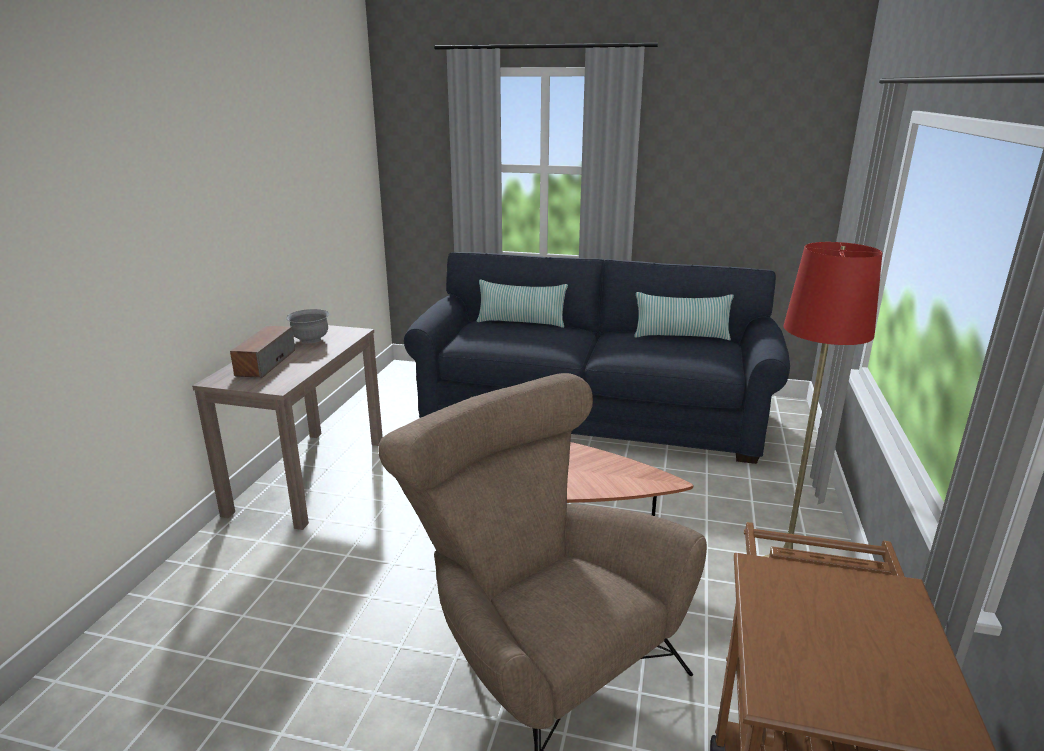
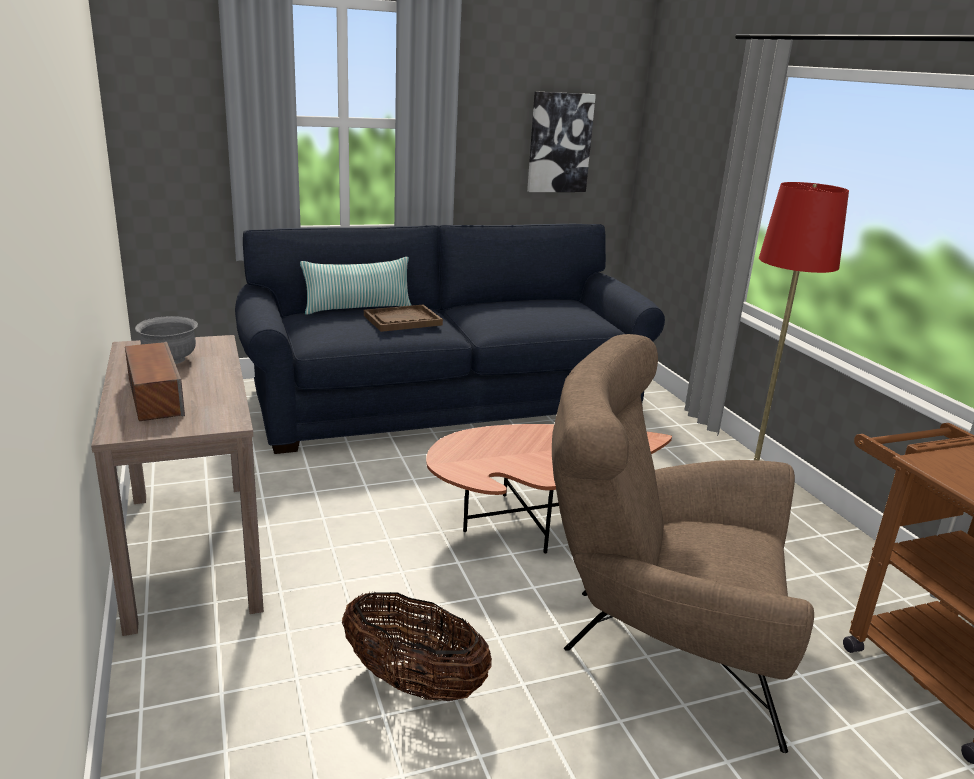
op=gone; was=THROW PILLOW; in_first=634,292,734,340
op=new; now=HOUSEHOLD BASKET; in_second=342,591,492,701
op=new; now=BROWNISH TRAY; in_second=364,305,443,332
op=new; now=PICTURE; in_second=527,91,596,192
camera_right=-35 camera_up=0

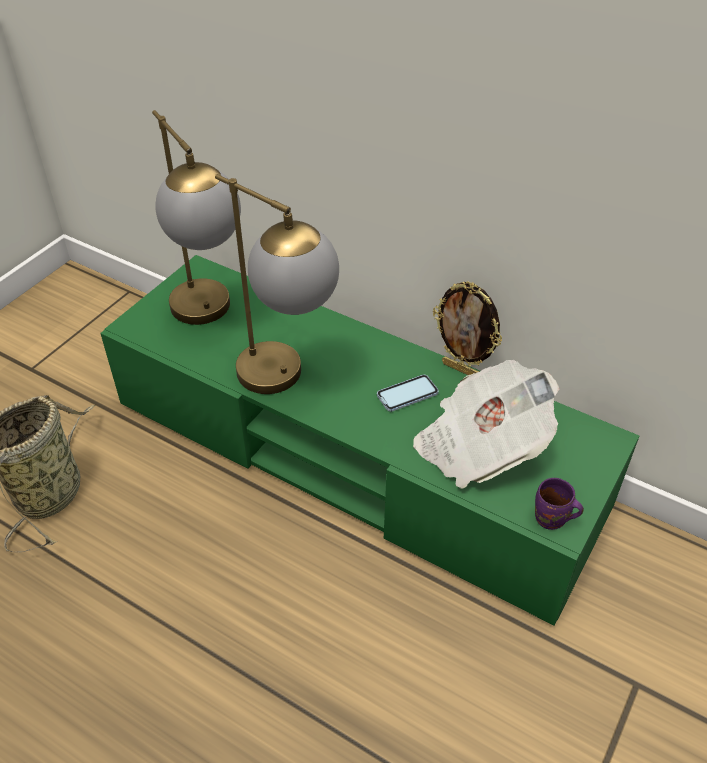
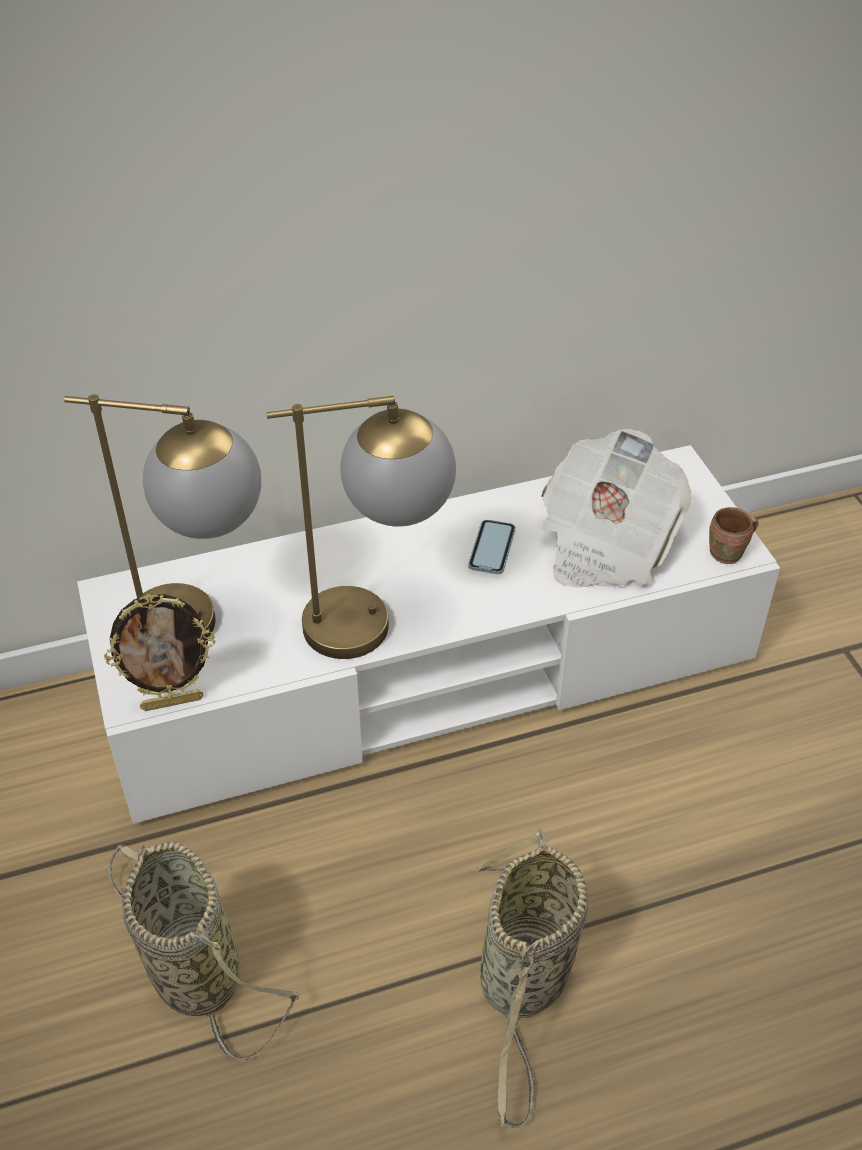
op=repainted; was=GREEN TV UNIT; now=WHITE-COLOURED TV UNIT; in_first=100,255,639,626; in_second=77,445,780,824
op=shifted; was=PHOTO FRAME; in_first=433,282,502,375; in_second=104,594,215,711
op=repainted; was=PURPLISH COFFEE MUG; now=BROWNISH COFFEE MUG; in_first=535,478,584,530; in_second=709,507,758,564
op=new; now=HOUSEHOLD BASKET; in_second=472,828,588,1128
camera_right=-50 camera_up=0

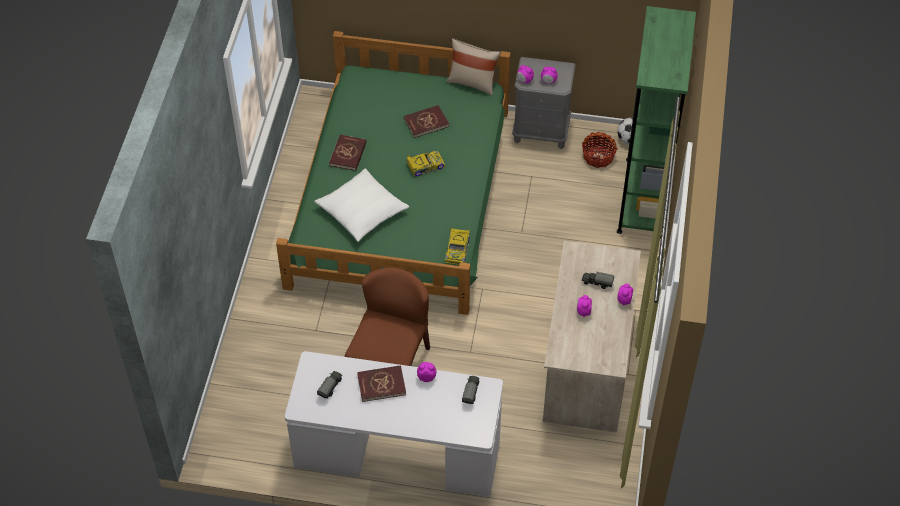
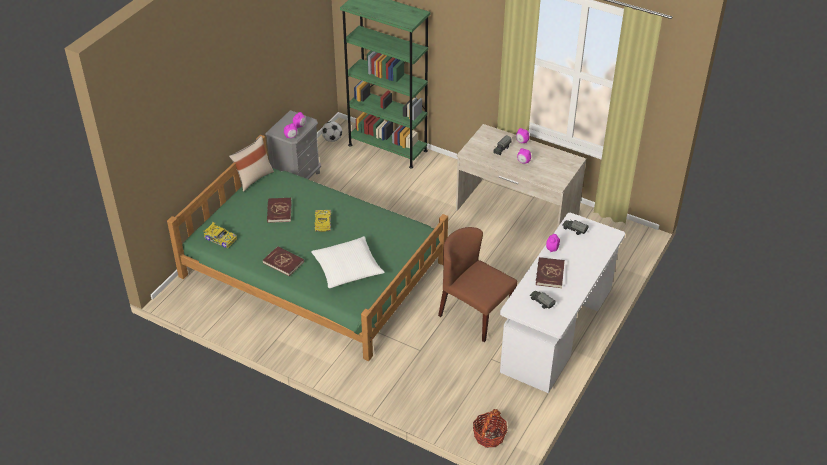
op=shifted; was=TOY CAR; in_first=445,228,470,265; in_second=203,222,237,248
op=shifted; was=HOUSEHOLD BASKET; in_first=582,132,618,168; in_second=473,409,507,448
camera_right=-70 camera_up=-10

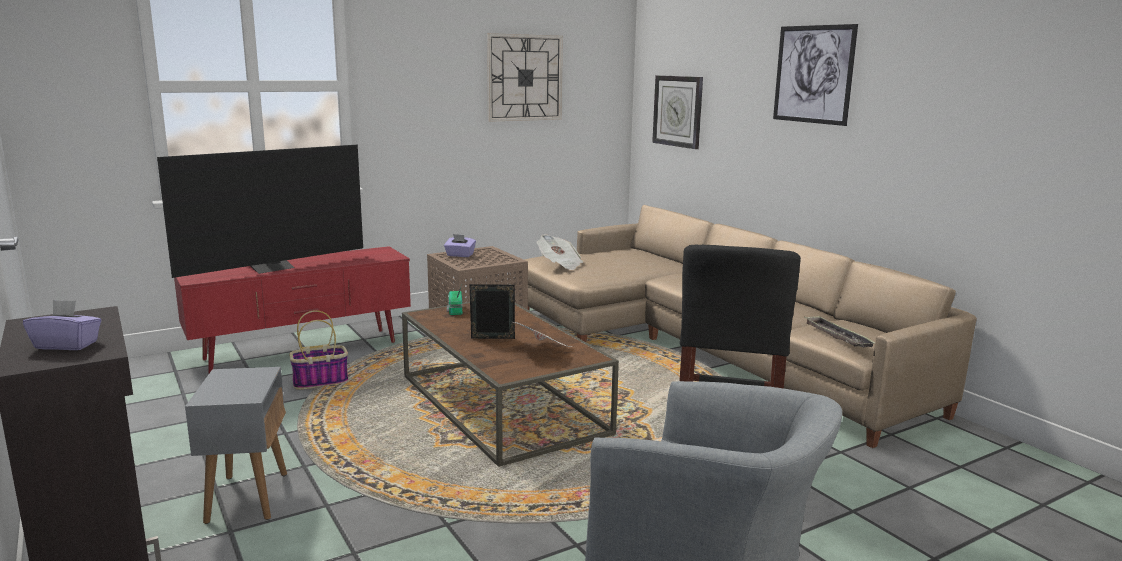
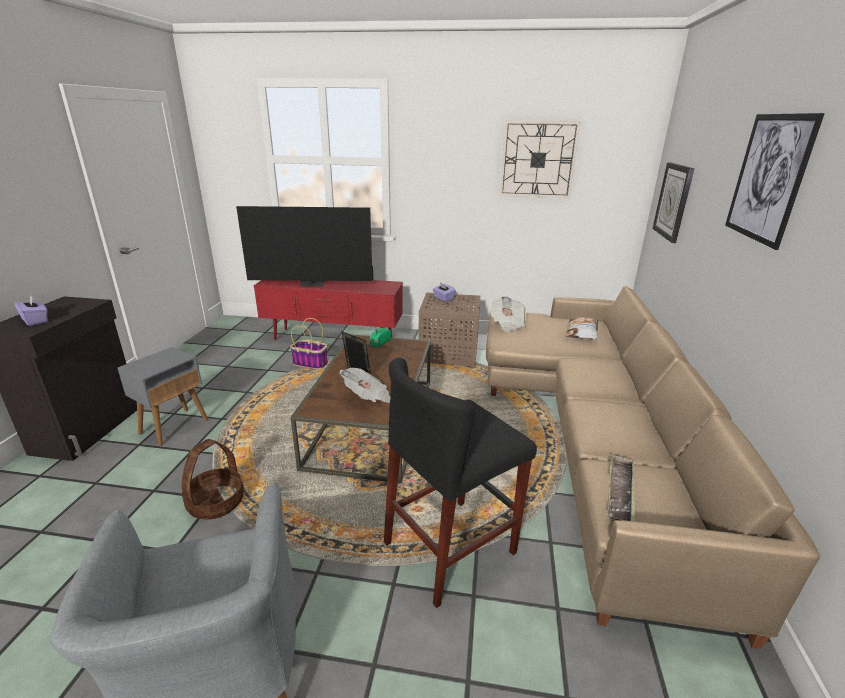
op=new; now=HOUSEHOLD BASKET; in_second=182,439,244,520
op=new; now=THROW PILLOW; in_second=566,317,598,339
camera_right=40 camera_up=10

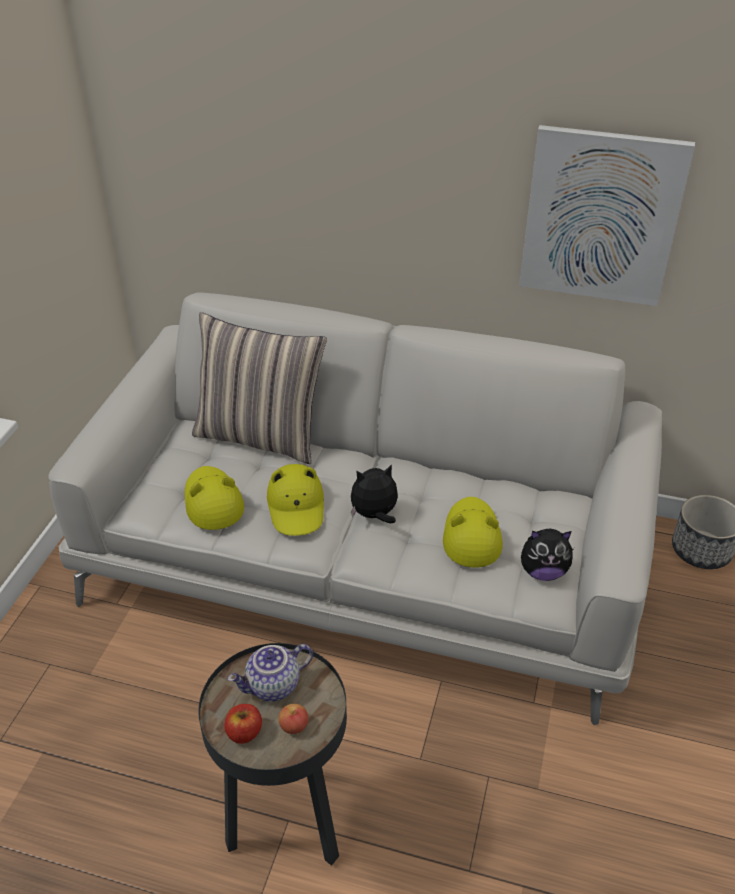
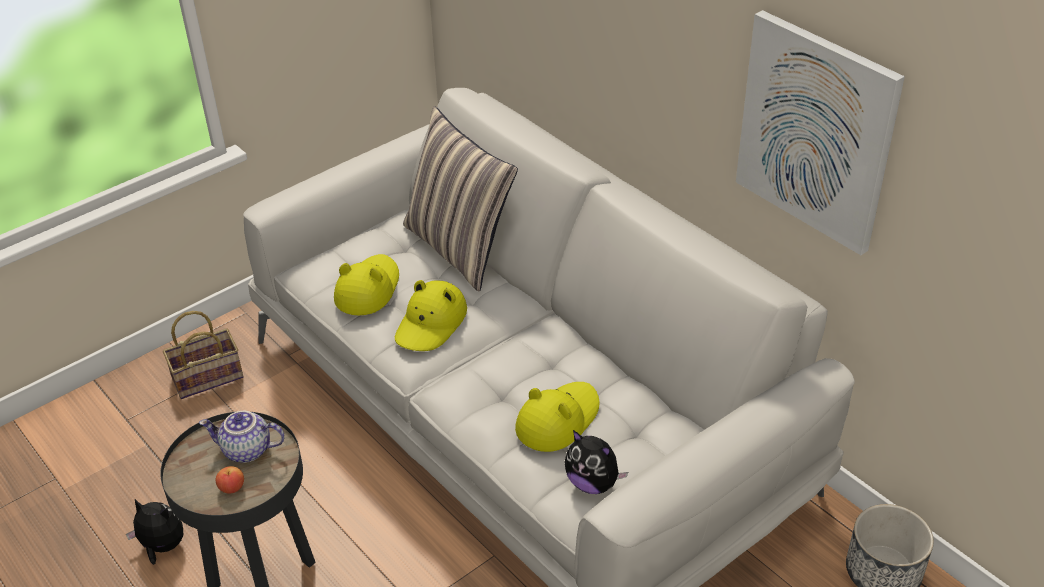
op=gone; was=APPLE FRUIT; in_first=225,704,262,744
op=shifted; was=PLUSH TOY; in_first=351,464,398,523; in_second=126,499,183,565
op=new; now=HOUSEHOLD BASKET; in_second=163,311,243,399
camera_right=35 camera_up=0

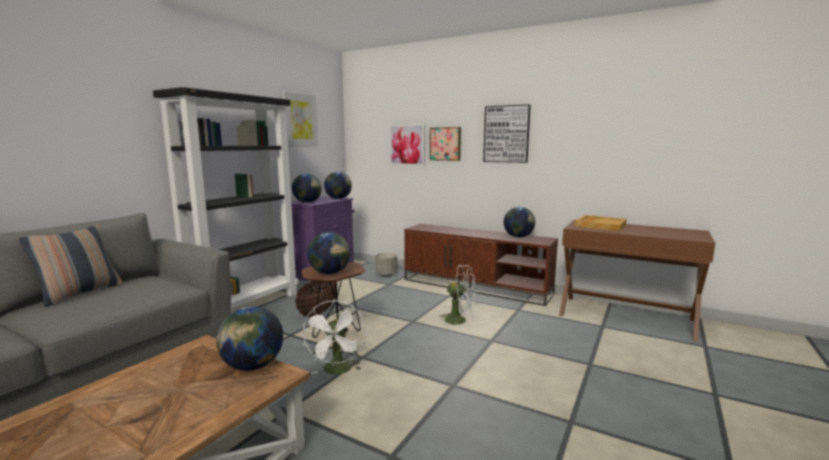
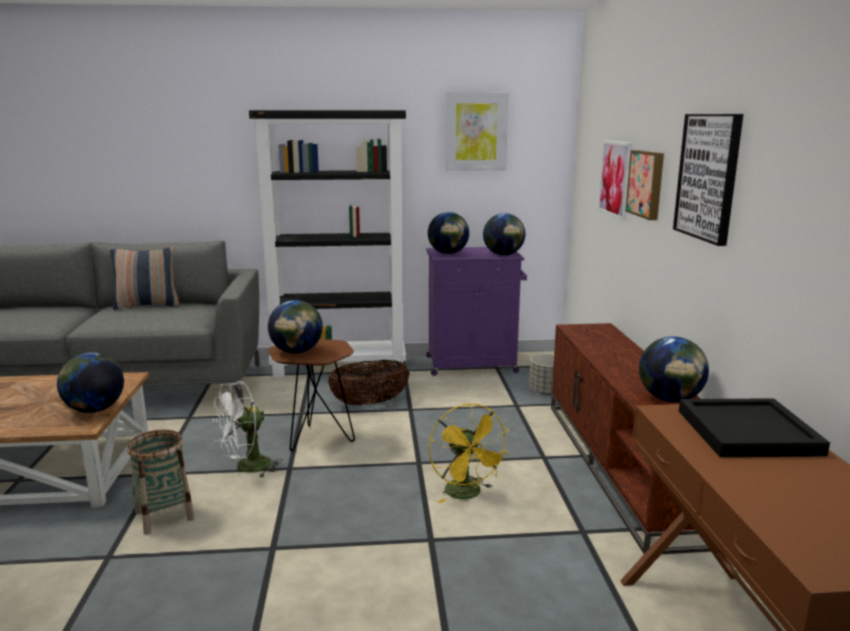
op=repainted; was=WHITE-COLOURED FAN; now=YELLOW FAN; in_first=439,265,477,329; in_second=429,404,510,503
op=repainted; was=BEIGE TRAY; now=BLACK-COLOURED TRAY; in_first=575,215,627,231; in_second=679,398,830,457
op=new; now=HOUSEHOLD BASKET; in_second=127,430,194,534
camera_right=55 camera_up=5

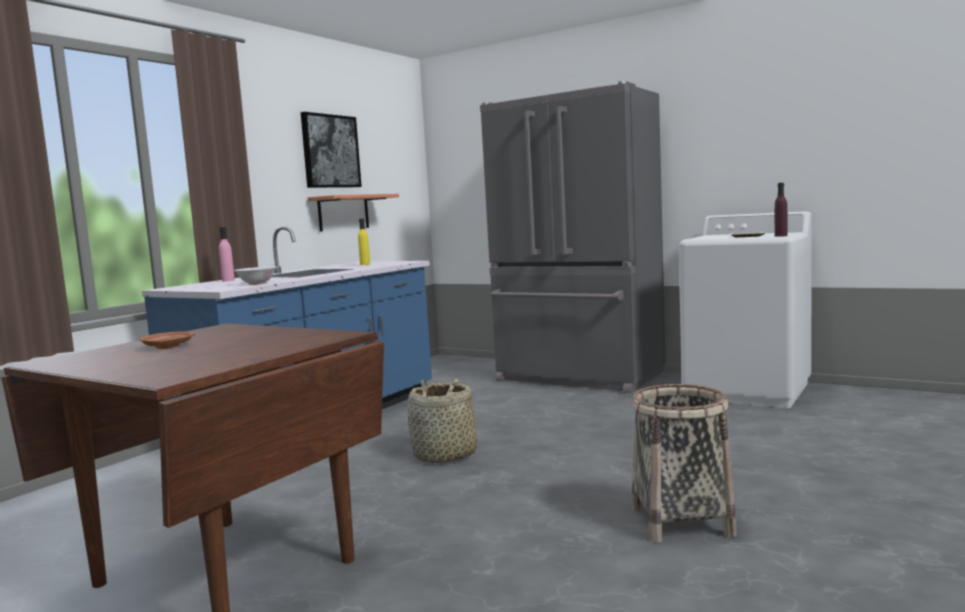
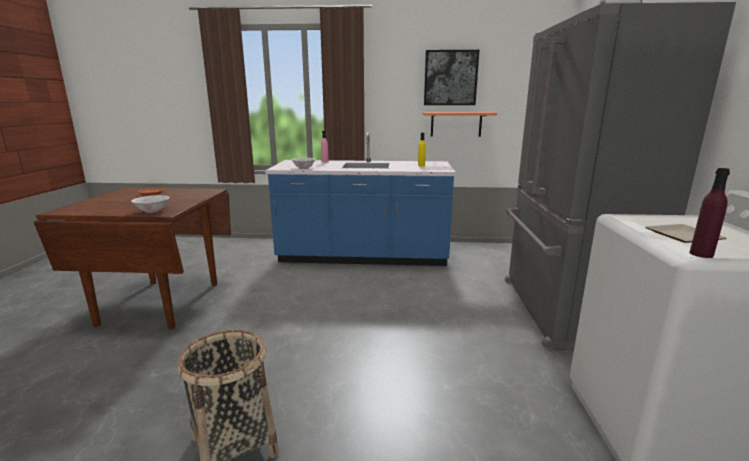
op=gone; was=HOUSEHOLD BASKET; in_first=408,378,477,463
op=new; now=WHITE-COLOURED BOWL; in_second=131,195,169,213
camera_right=60 camera_up=10

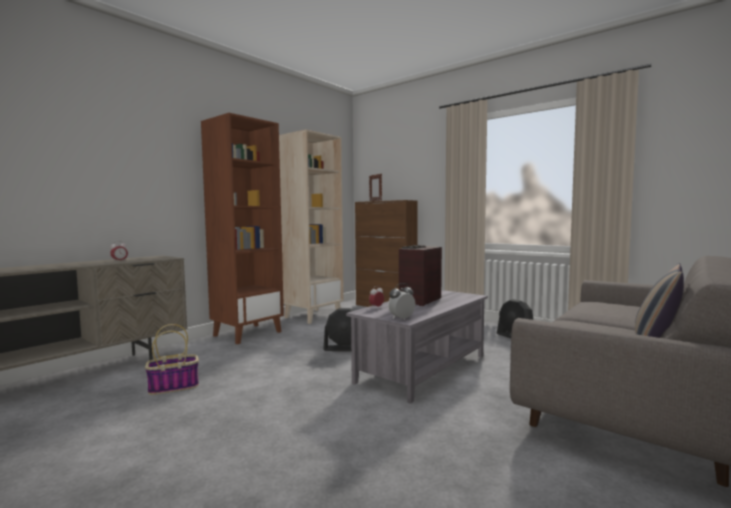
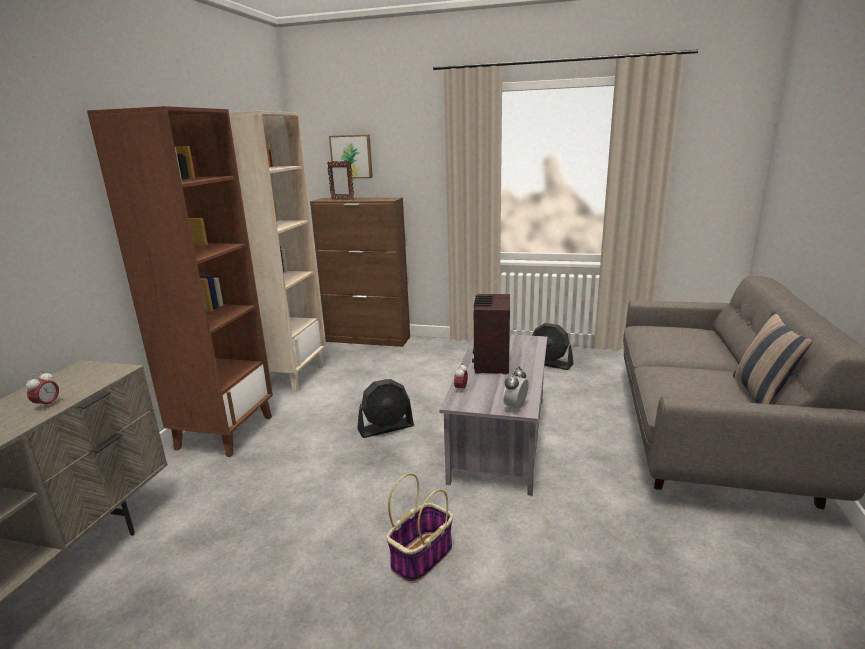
op=shifted; was=HOUSEHOLD BASKET; in_first=145,324,199,395; in_second=387,473,453,583
op=new; now=PICTURE; in_second=329,134,373,178
camera_right=-25 camera_up=15

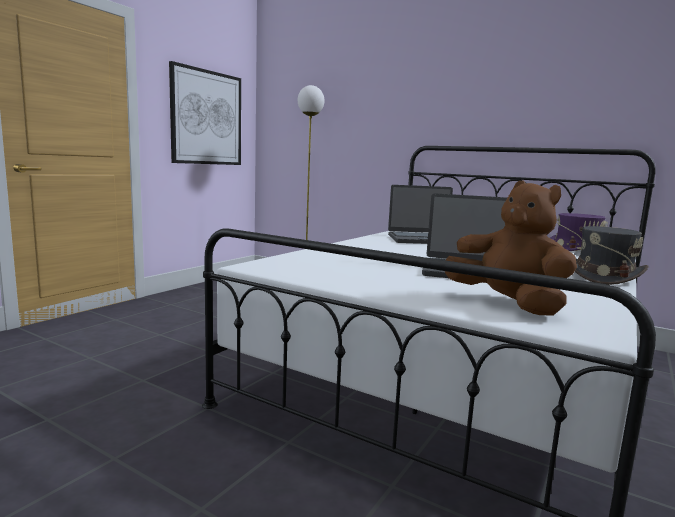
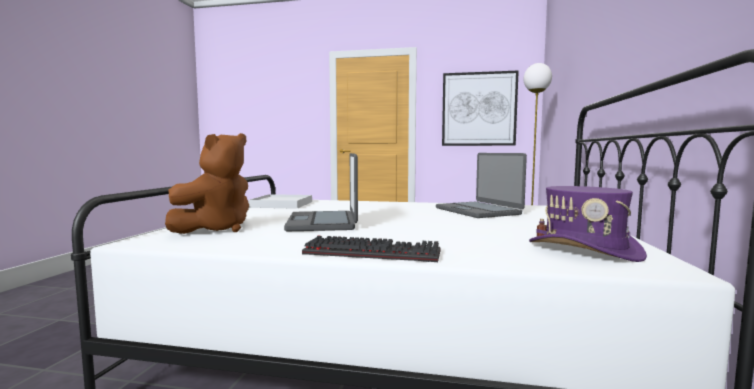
op=swapped; was=GREYISH HAT; now=PC KEYBOARD; in_first=574,226,649,285; in_second=302,236,440,262
op=new; now=WHITE-COLOURED TRAY; in_second=248,194,312,209
camera_right=70 camera_up=-5

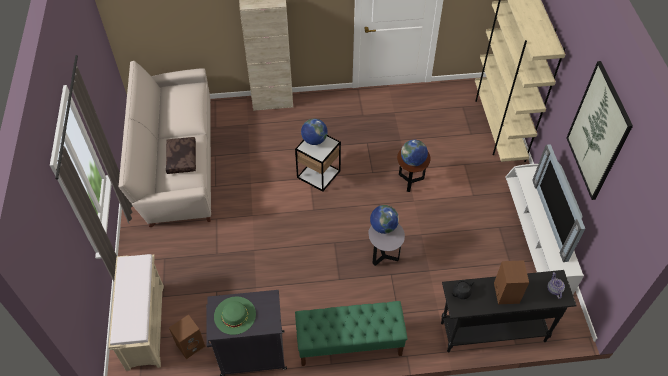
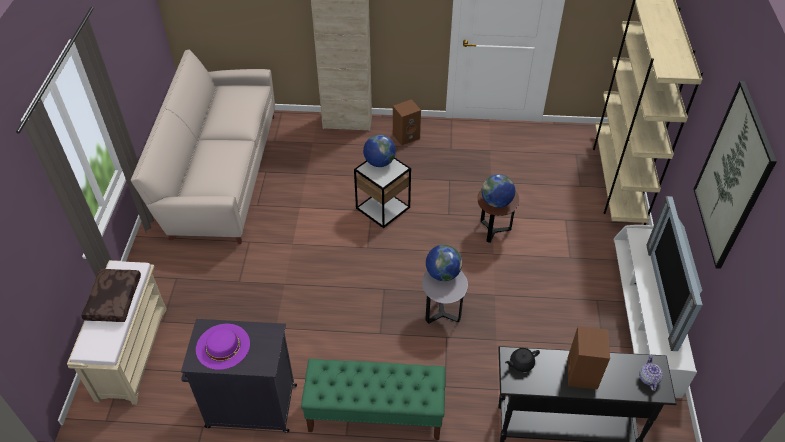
op=shifted; was=BROWNISH THROW PILLOW; in_first=166,137,196,174; in_second=82,269,141,322
op=shifted; was=BROWNISH LOUDSPEAKER; in_first=169,315,205,359; in_second=393,99,421,146
op=repainted; was=GREEN HAT; now=PURPLISH HAT; in_first=214,297,256,335; in_second=196,324,250,370
camera_right=10 camera_up=-5

